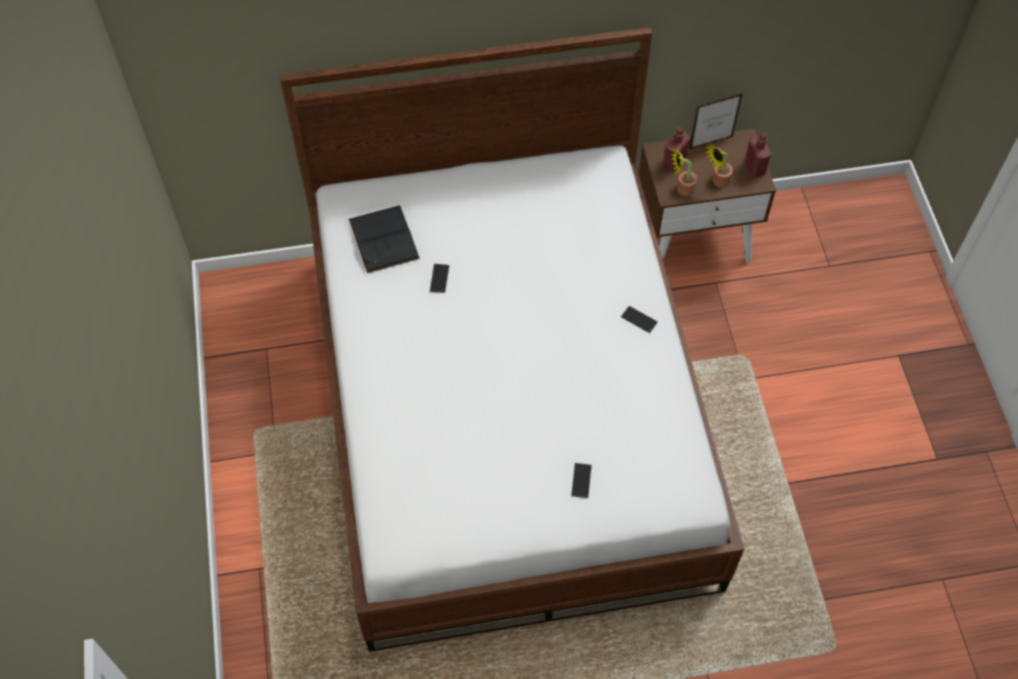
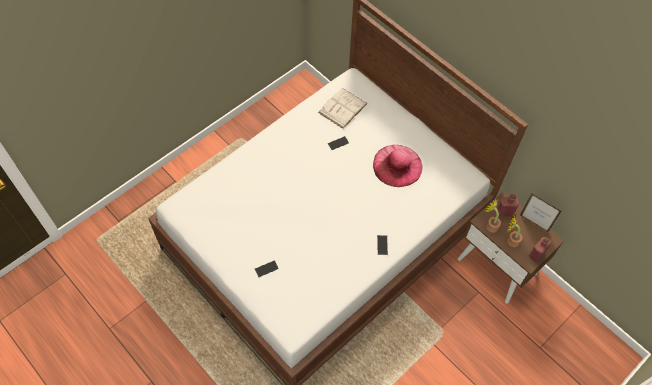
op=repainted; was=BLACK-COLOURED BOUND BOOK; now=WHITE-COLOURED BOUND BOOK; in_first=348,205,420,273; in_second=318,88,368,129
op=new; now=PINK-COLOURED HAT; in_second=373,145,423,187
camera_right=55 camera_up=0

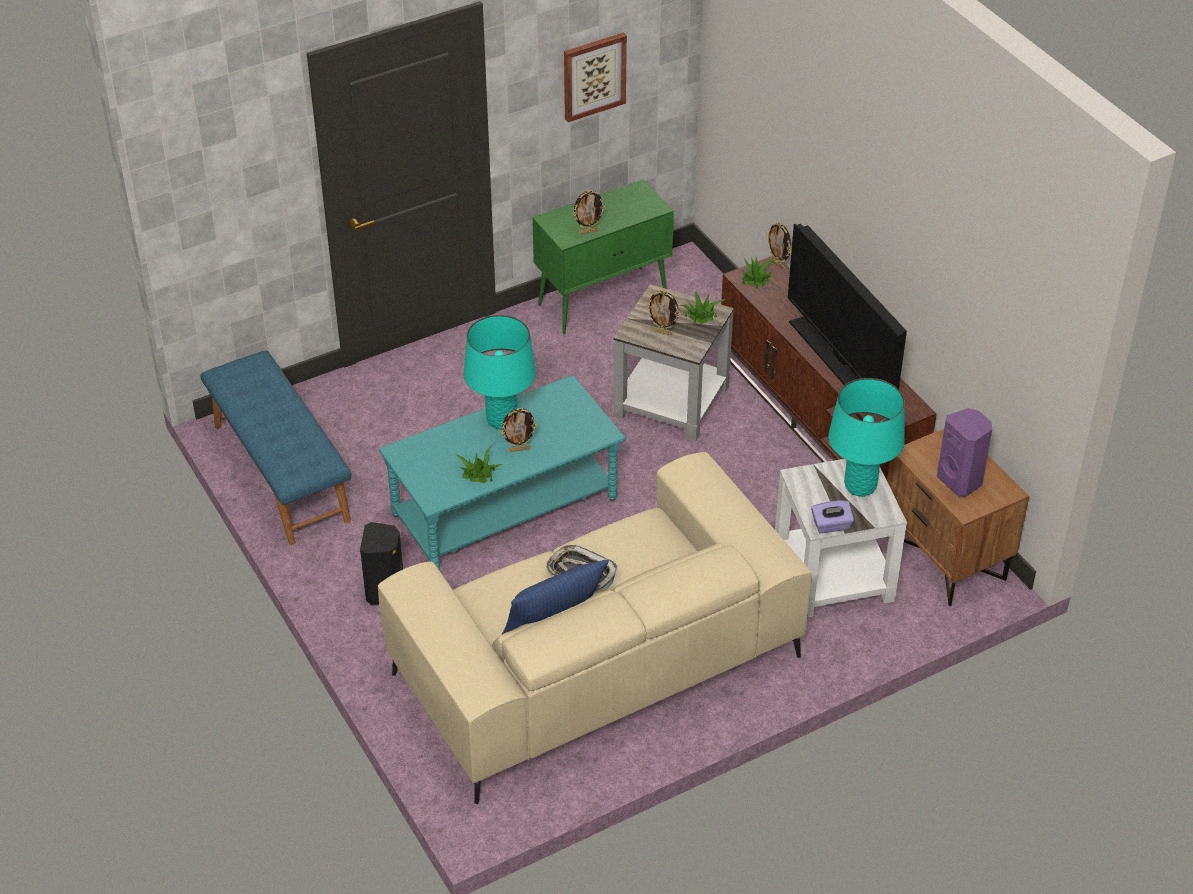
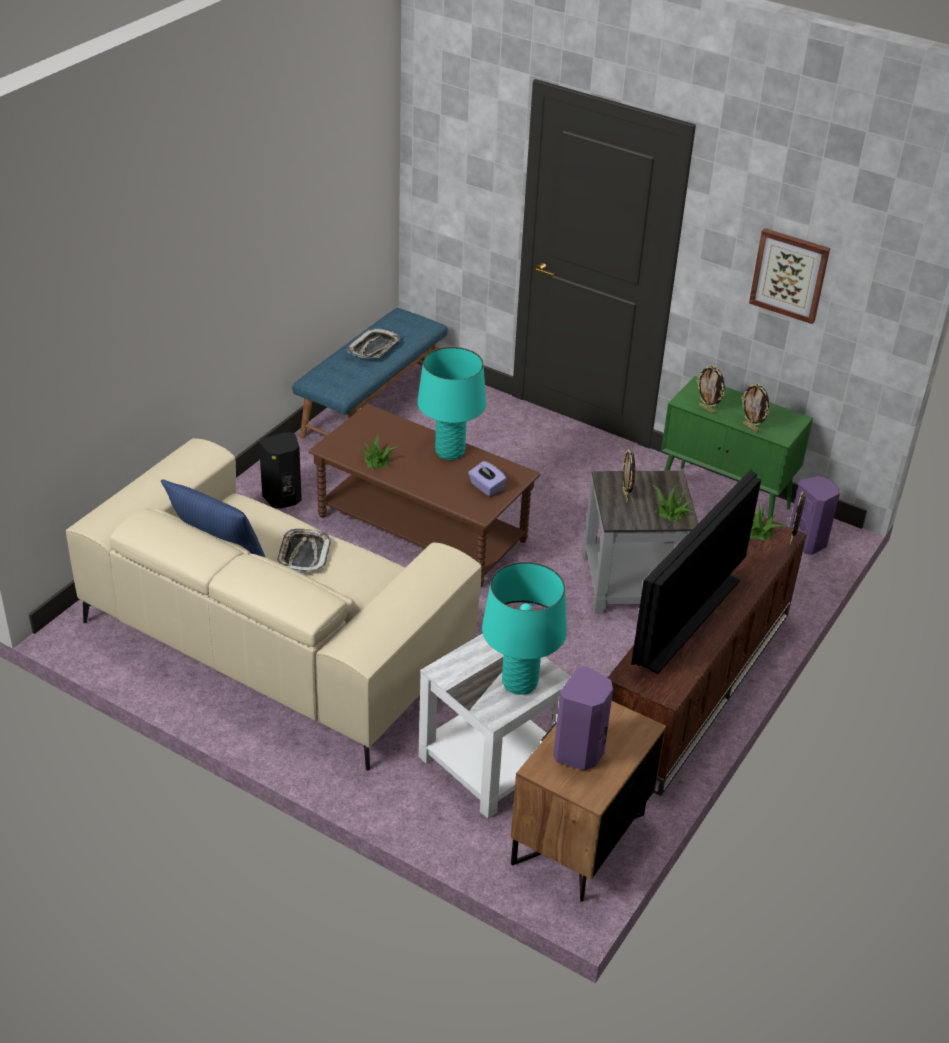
op=repainted; was=TURQUOISE LOW TABLE; now=BROWNISH LOW TABLE; in_first=379,375,626,569; in_second=309,404,540,587
op=shifted; was=PHOTO FRAME; in_first=500,408,538,452; in_second=741,383,770,433
op=shifted; was=PURPLISH BOX OF TISSUES; in_first=811,500,854,533; in_second=468,461,507,497
op=new; now=TRAY; in_second=347,328,400,358
op=new; now=PURPLISH LOUDSPEAKER; in_second=789,476,840,555
camera_right=60 camera_up=-5

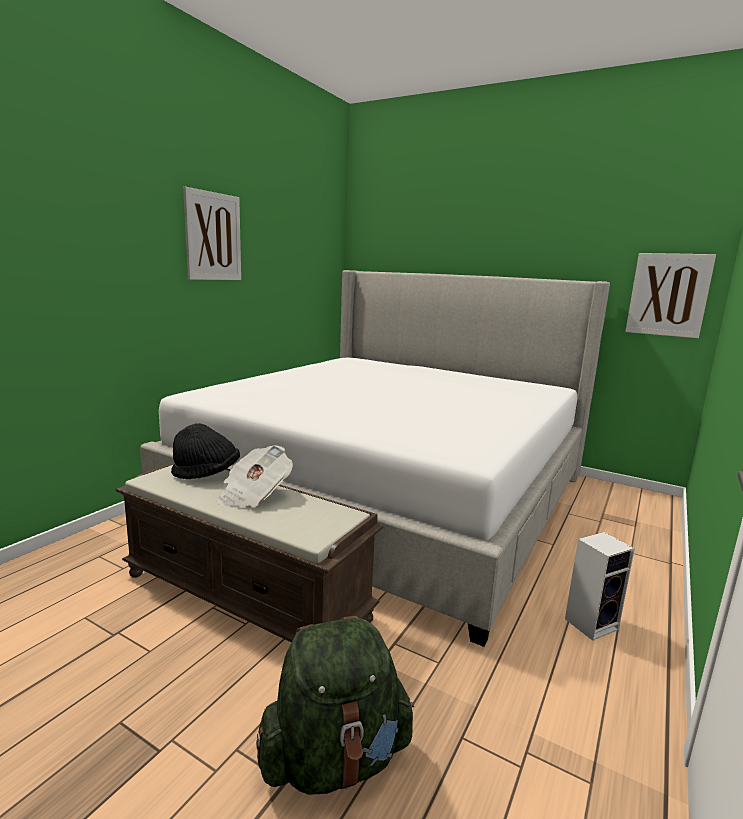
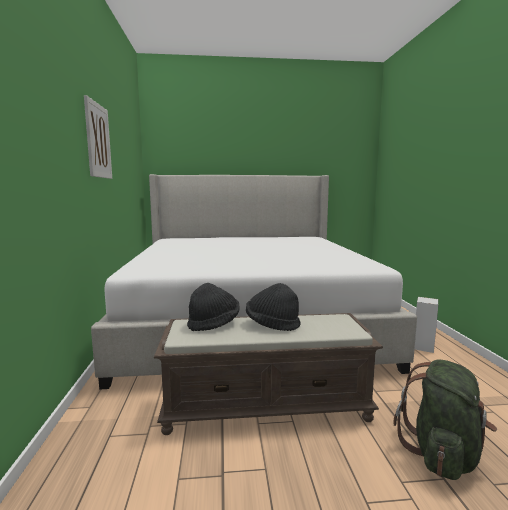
op=swapped; was=PRINTED PAPER; now=BLACK-COLOURED HAT; in_first=216,445,293,507; in_second=246,283,301,331
op=gone; was=PICTURE; in_first=625,253,716,338
camera_right=-35 camera_up=-5

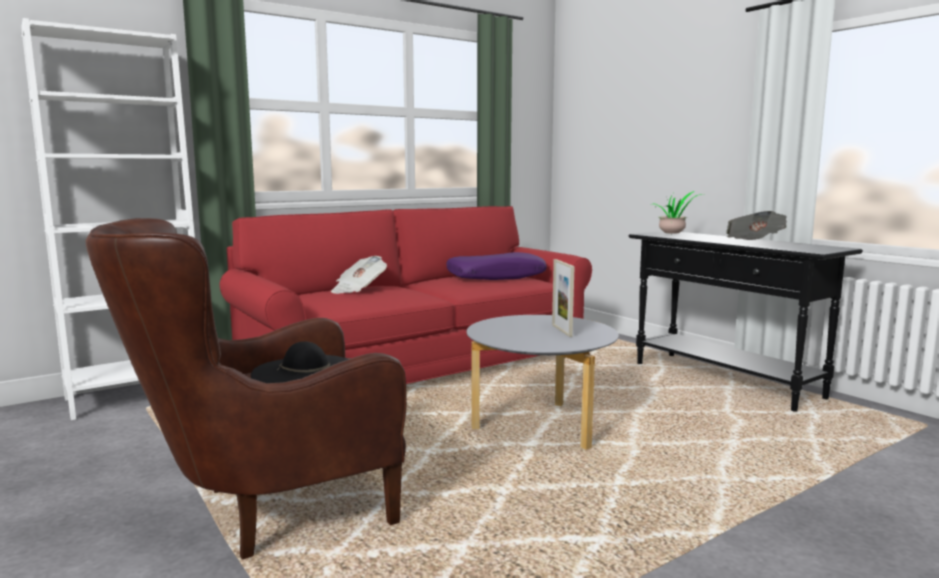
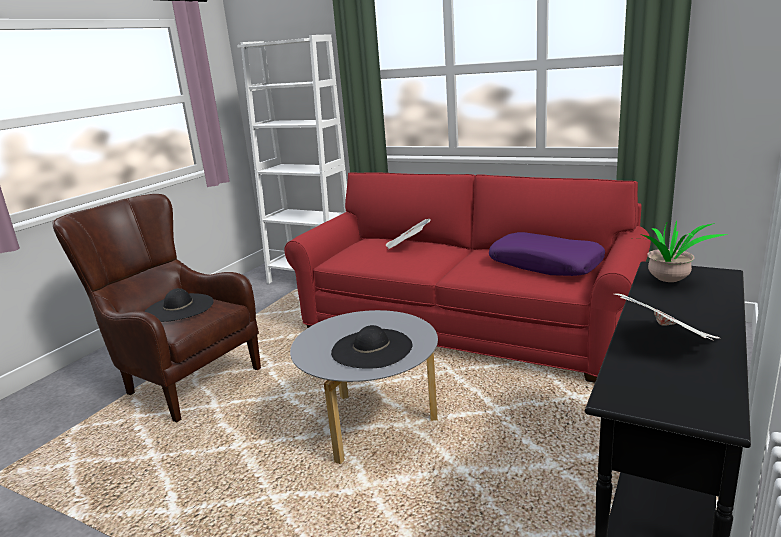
op=swapped; was=PHOTO FRAME; now=BLACK-COLOURED HAT; in_first=552,259,575,337; in_second=331,325,412,369
camera_right=65 camera_up=10

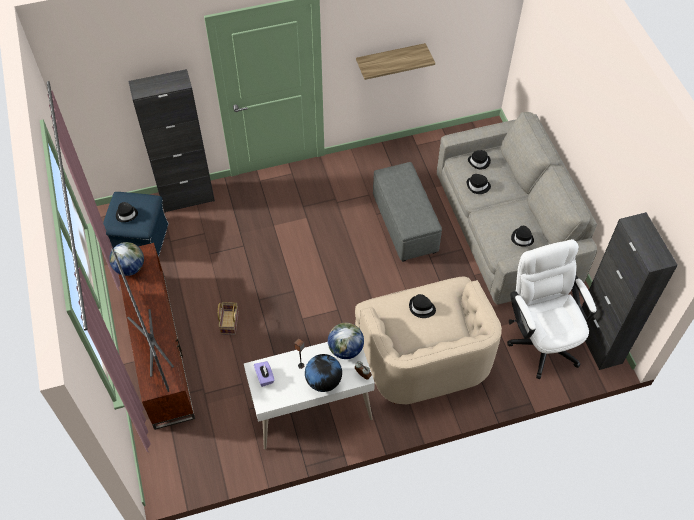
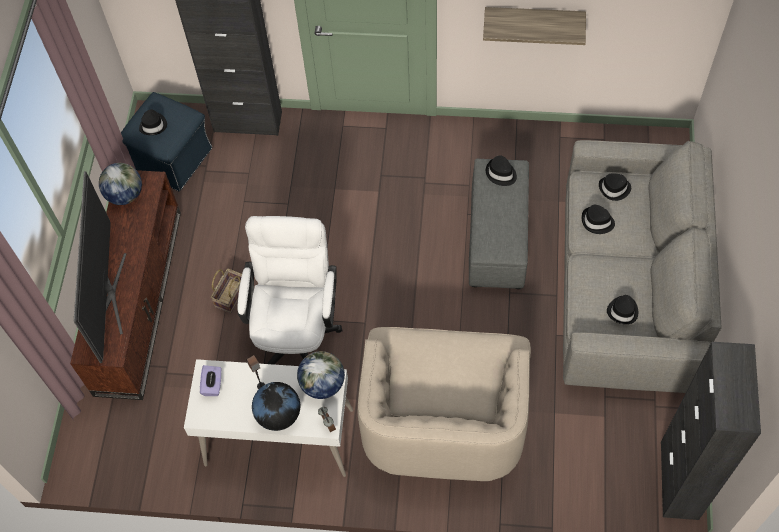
op=shifted; was=BLACK-COLOURED HAT; in_first=409,294,436,318; in_second=486,156,517,186
op=shifted; was=WHITE-COLOURED OFFICE CHAIR; in_first=507,239,596,379; in_second=238,216,342,365
camera_right=25 camera_up=5

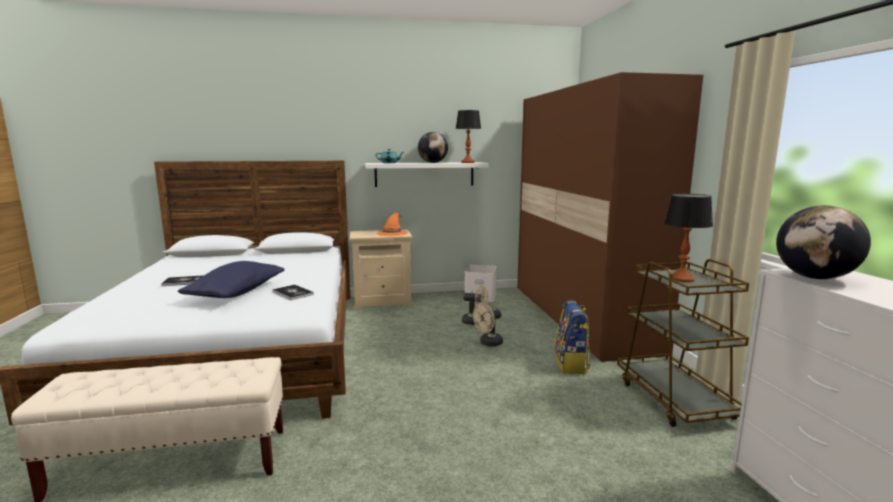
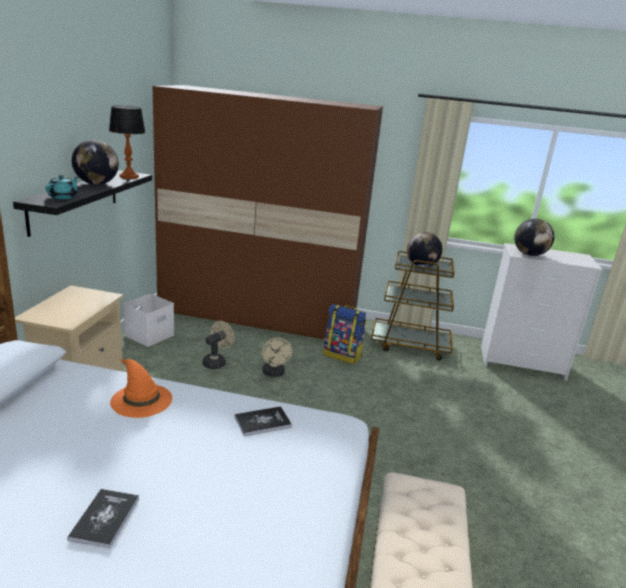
op=gone; was=BLUE THROW PILLOW; in_first=178,261,284,298
op=repainted; was=WHITE-COLOURED BRACKET SHELF; now=BLACK-COLOURED BRACKET SHELF; in_first=365,162,489,187; in_second=13,170,152,237
op=shifted; was=ORANGEY HAT; in_first=376,213,408,236; in_second=110,358,172,418
op=swapped; was=TABLETOP LAMP; now=WORLD GLOBE; in_first=664,194,713,282; in_second=407,232,443,267
camera_right=-70 camera_up=10

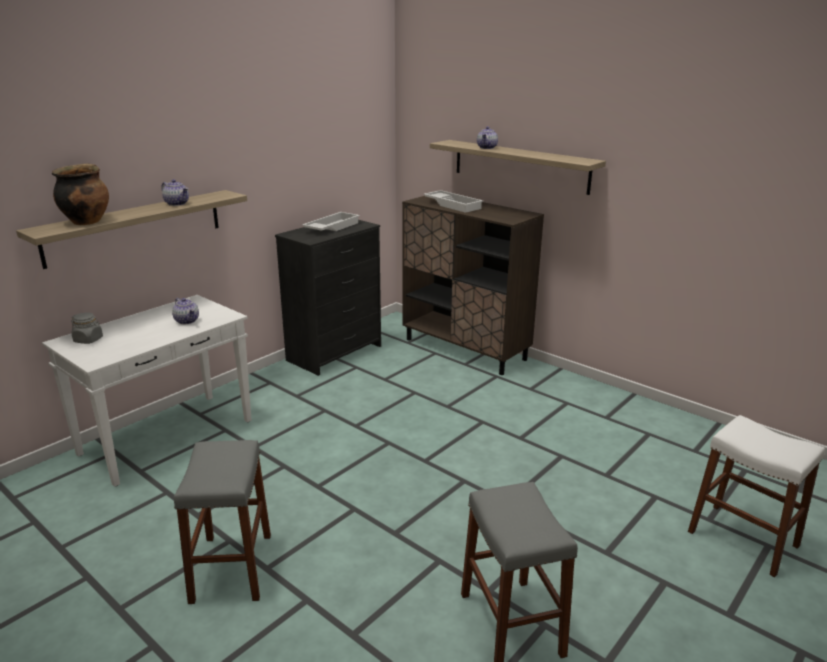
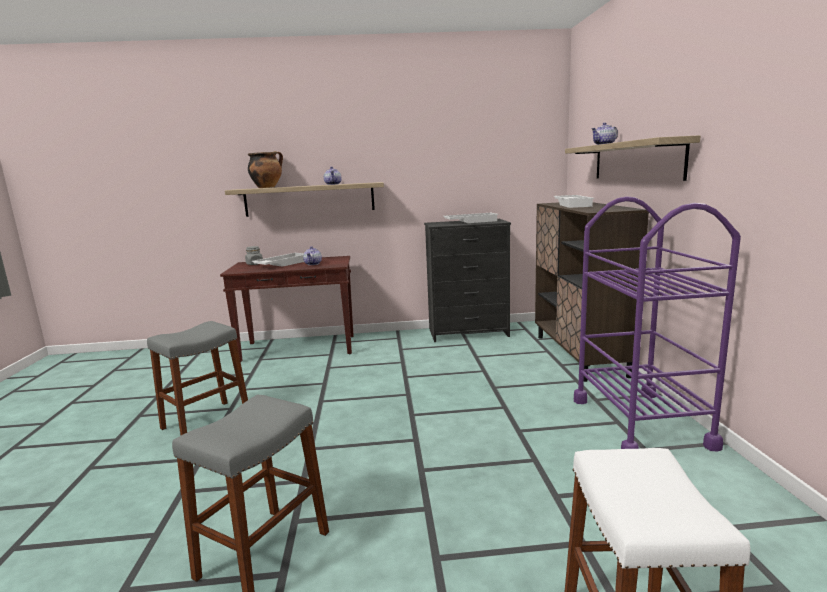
op=repainted; was=WHITE-COLOURED HALL TABLE; now=BROWNISH HALL TABLE; in_first=42,295,252,487; in_second=220,256,354,362
op=new; now=WHITE-COLOURED TRAY; in_second=252,253,304,267
op=new; now=PURPLISH CART; in_second=574,196,741,452
camera_right=45 camera_up=-10

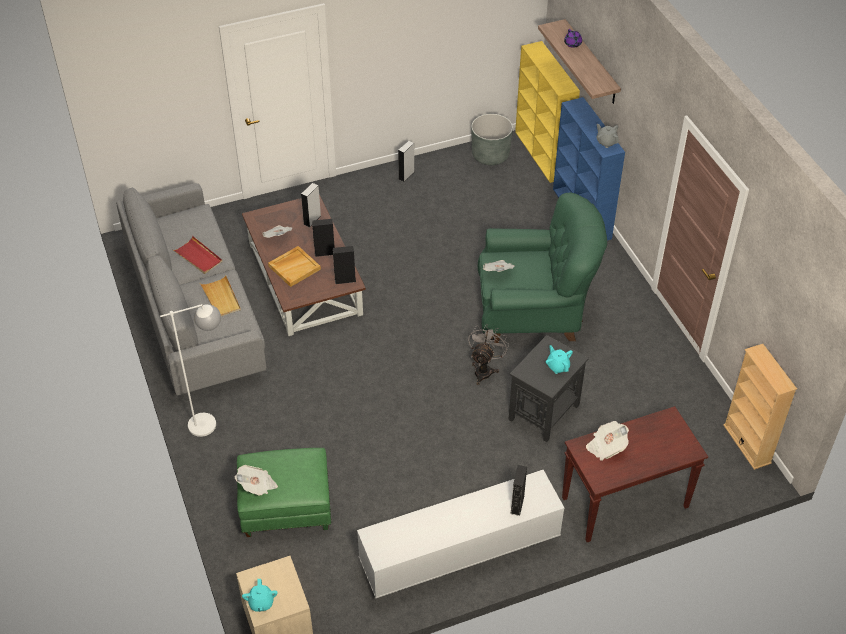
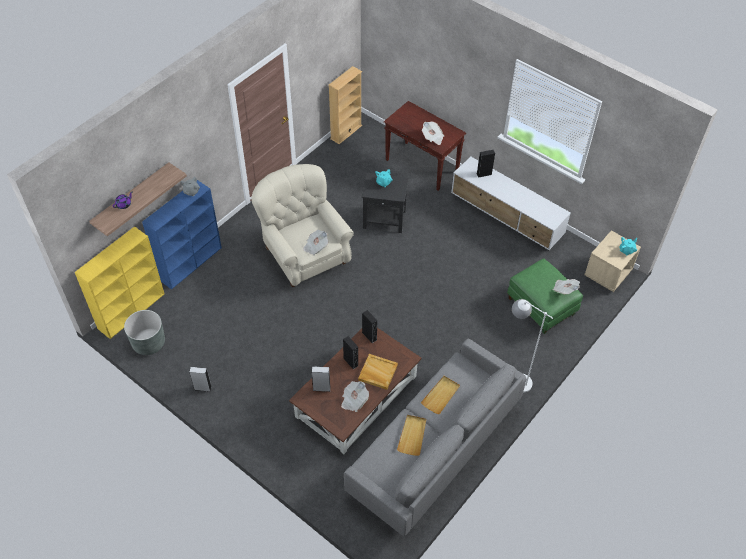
op=repainted; was=RED-COLOURED TRAY; now=BEIGE TRAY; in_first=172,236,223,274; in_second=397,415,427,456
op=gone; was=GREYISH FAN; in_first=468,324,509,385
op=repainted; was=GREEN ARMCHAIR; now=BEIGE ARMCHAIR; in_first=478,192,607,343; in_second=252,164,354,287
camera_right=-120 camera_up=5

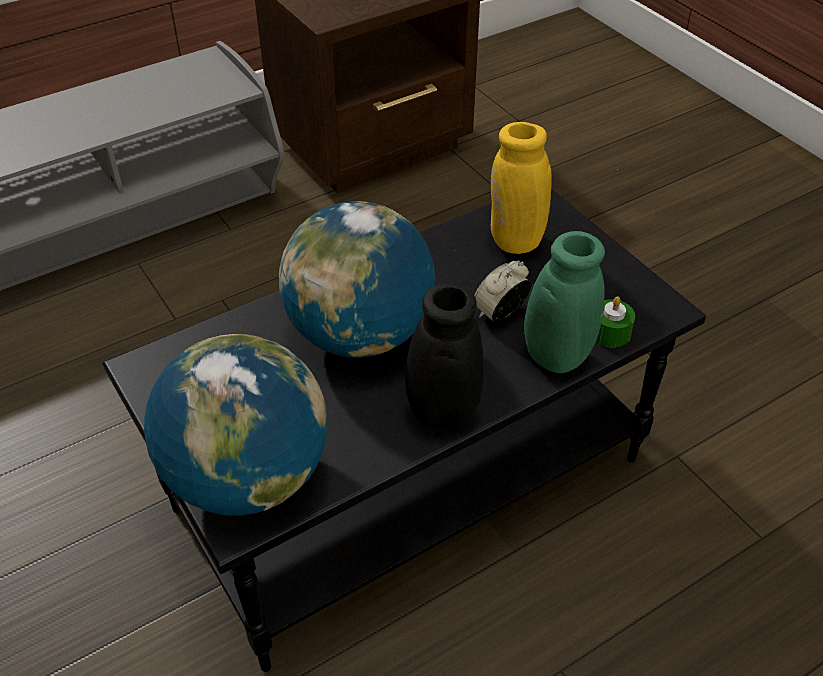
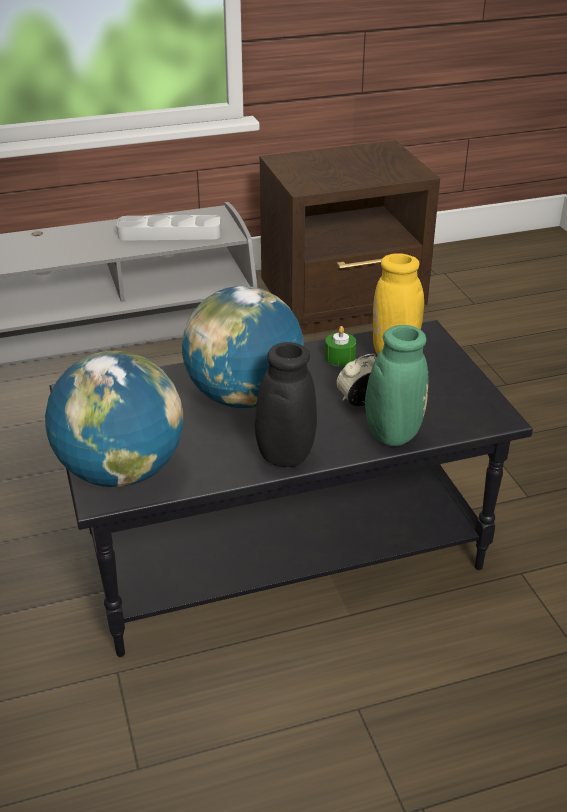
op=shifted; was=GREEN CANDLE; in_first=596,296,635,348; in_second=325,326,356,366
op=new; now=GREYISH TRAY; in_second=117,215,221,241
camera_right=15 camera_up=-10

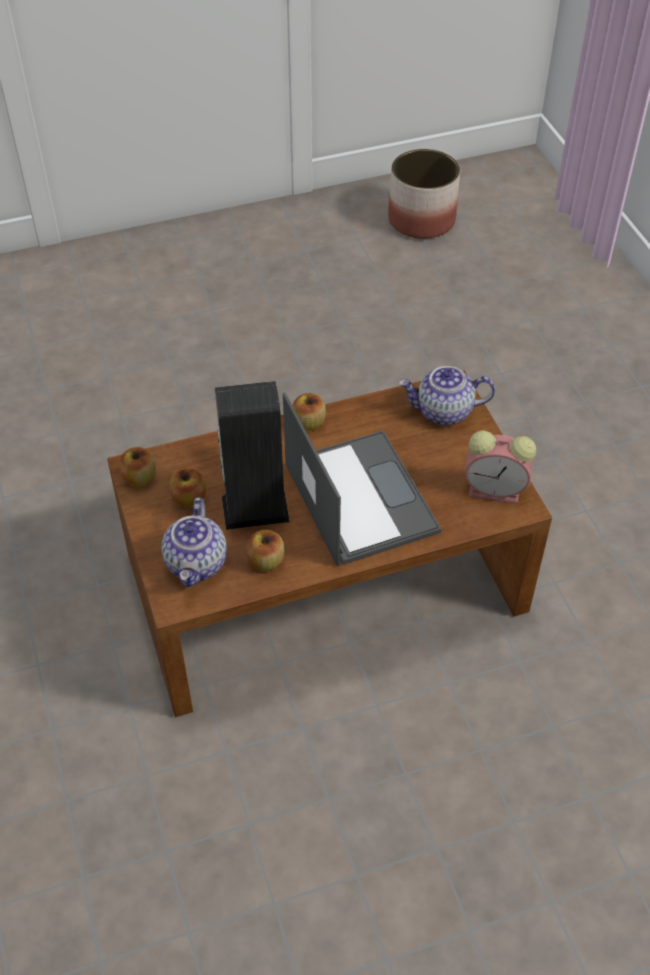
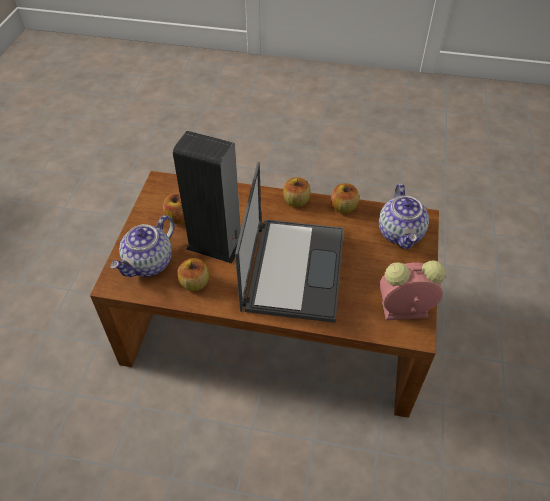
op=shifted; was=APPLE FRUIT; in_first=119,447,156,486; in_second=331,183,359,214
op=gone; was=PLANTER; in_first=388,149,460,239
op=rotated; was=POT FOR TEA; in_first=399,366,495,425; in_second=379,184,429,250; clockwise=-120
op=rotated; was=ALARM CLOCK; in_first=465,431,536,504; in_second=380,261,446,320; clockwise=135
camera_right=30 camera_up=0

